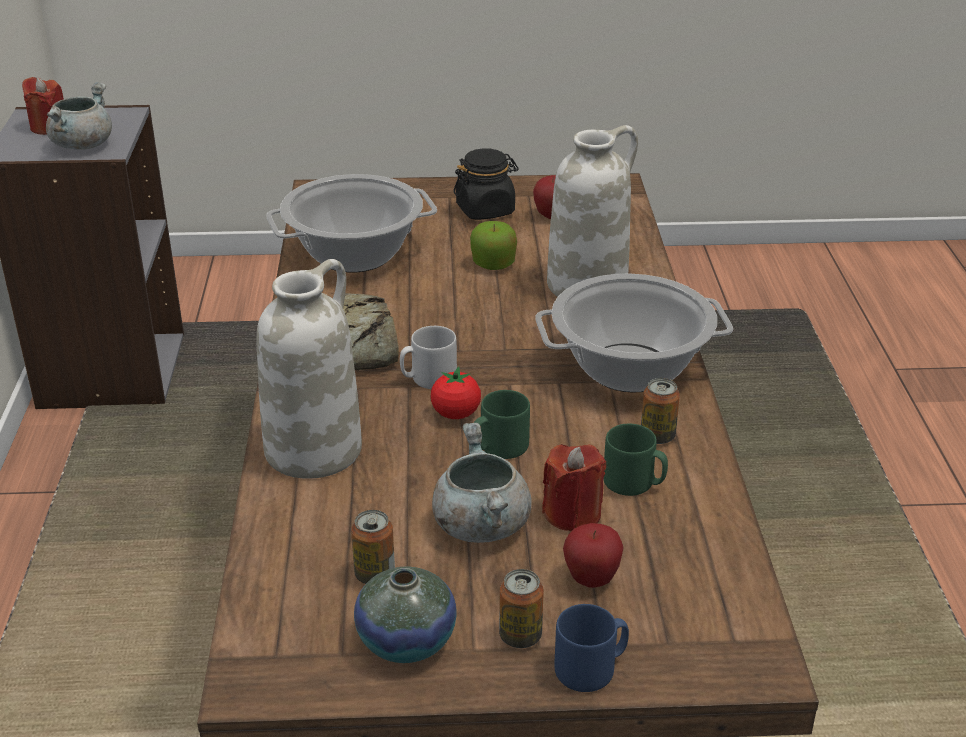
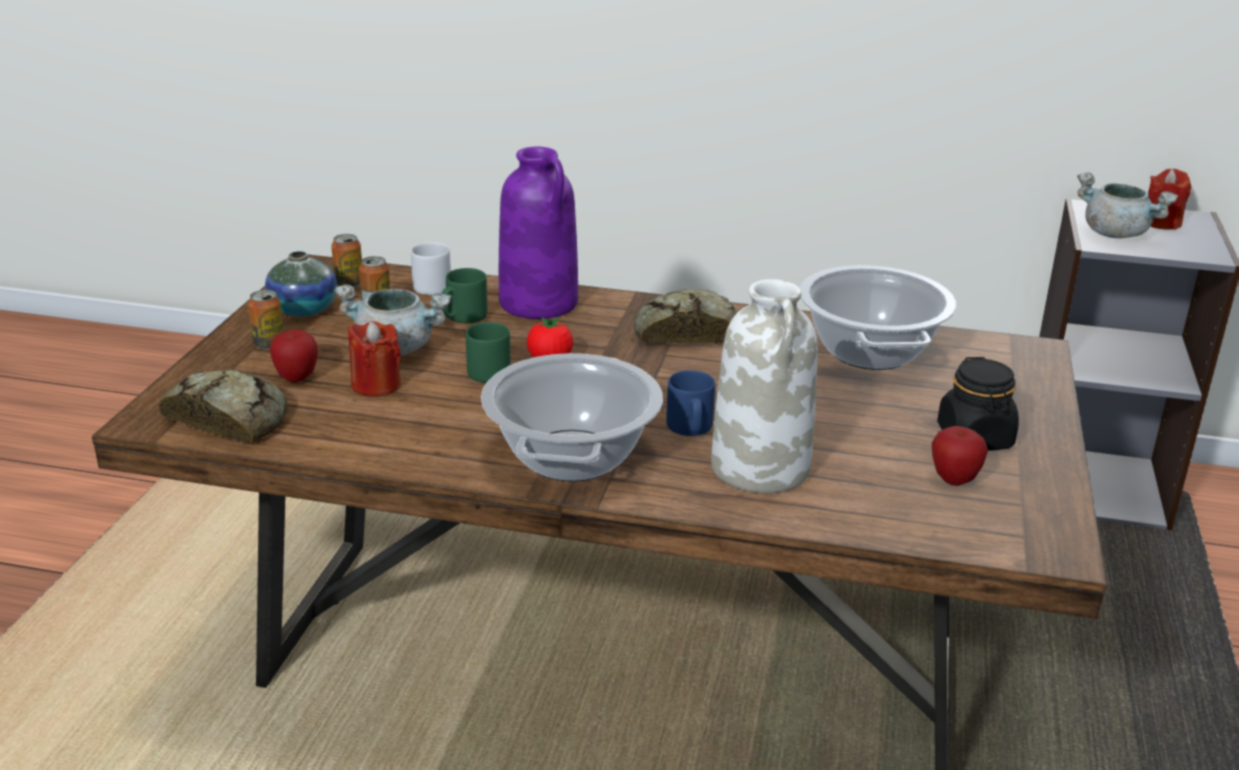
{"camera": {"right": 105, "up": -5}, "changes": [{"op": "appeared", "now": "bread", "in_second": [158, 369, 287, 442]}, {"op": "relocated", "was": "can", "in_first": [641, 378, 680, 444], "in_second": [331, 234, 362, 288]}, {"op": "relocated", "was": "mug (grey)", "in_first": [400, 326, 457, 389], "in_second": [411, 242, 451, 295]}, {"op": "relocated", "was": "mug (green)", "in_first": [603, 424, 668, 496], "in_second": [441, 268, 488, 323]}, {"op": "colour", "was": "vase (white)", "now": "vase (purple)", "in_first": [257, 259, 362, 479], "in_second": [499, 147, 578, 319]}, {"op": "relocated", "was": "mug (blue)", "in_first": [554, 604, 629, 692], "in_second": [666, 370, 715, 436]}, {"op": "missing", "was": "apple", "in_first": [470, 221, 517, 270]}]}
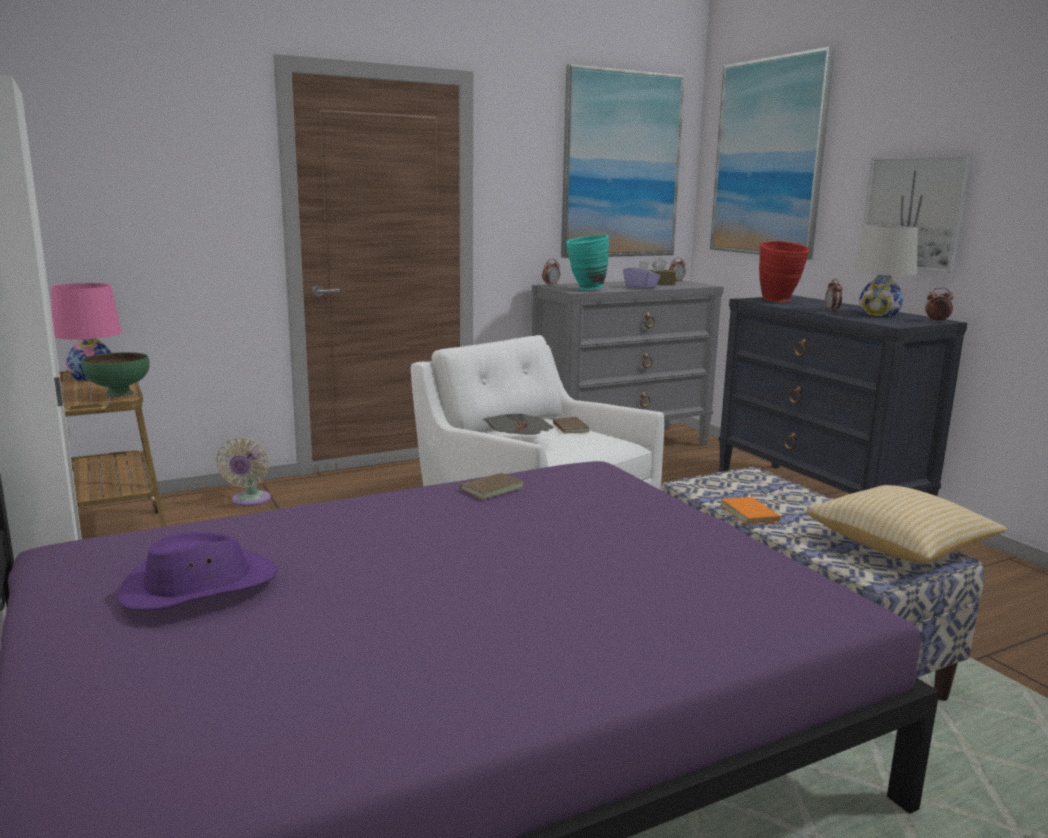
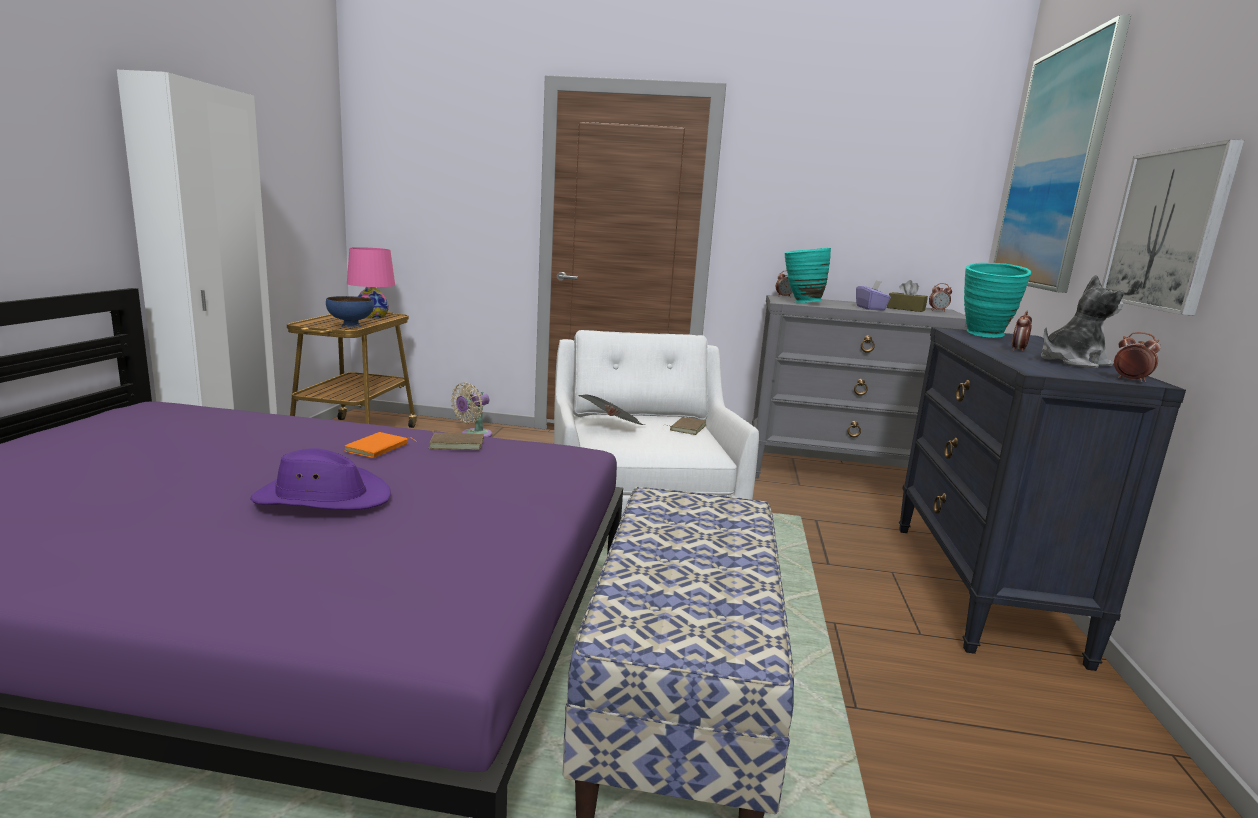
{"camera": {"right": 35, "up": 0}, "changes": [{"op": "relocated", "was": "hat (purple)", "in_first": [118, 532, 278, 611], "in_second": [250, 448, 391, 510]}, {"op": "colour", "was": "bowl (green)", "now": "bowl (blue)", "in_first": [82, 352, 150, 397], "in_second": [326, 296, 374, 328]}, {"op": "relocated", "was": "book (orange)", "in_first": [721, 495, 781, 524], "in_second": [345, 432, 417, 458]}, {"op": "colour", "was": "vase (red)", "now": "vase (turquoise)", "in_first": [759, 241, 810, 302], "in_second": [964, 263, 1031, 338]}, {"op": "exchanged", "was": "table lamp (white)", "now": "plush toy", "in_first": [853, 226, 918, 316], "in_second": [1041, 275, 1124, 368]}, {"op": "missing", "was": "picture", "in_first": [561, 64, 685, 258]}, {"op": "missing", "was": "pillow", "in_first": [807, 485, 1007, 563]}]}
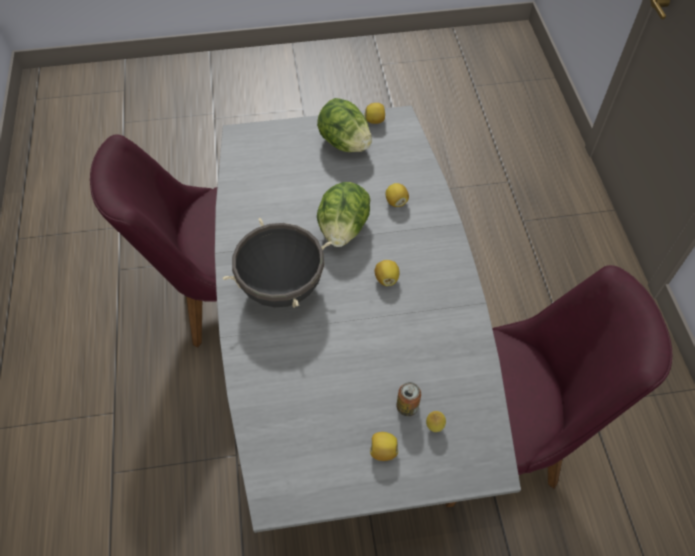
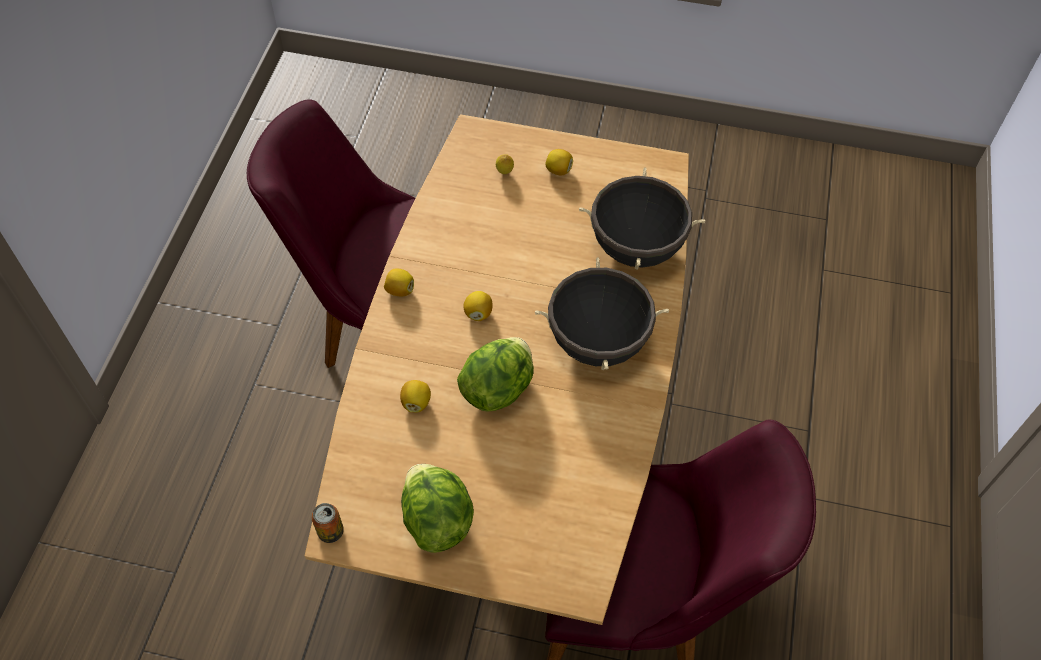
{"camera": {"right": -160, "up": 0}, "changes": [{"op": "colour", "was": "dining table (grey)", "now": "dining table (brown)", "in_first": [215, 105, 521, 533], "in_second": [305, 114, 689, 625]}, {"op": "relocated", "was": "can", "in_first": [396, 382, 421, 416], "in_second": [311, 503, 344, 543]}, {"op": "relocated", "was": "lemon", "in_first": [364, 103, 385, 124], "in_second": [384, 269, 414, 296]}, {"op": "appeared", "now": "cooking pot (black)", "in_second": [579, 168, 705, 270]}]}
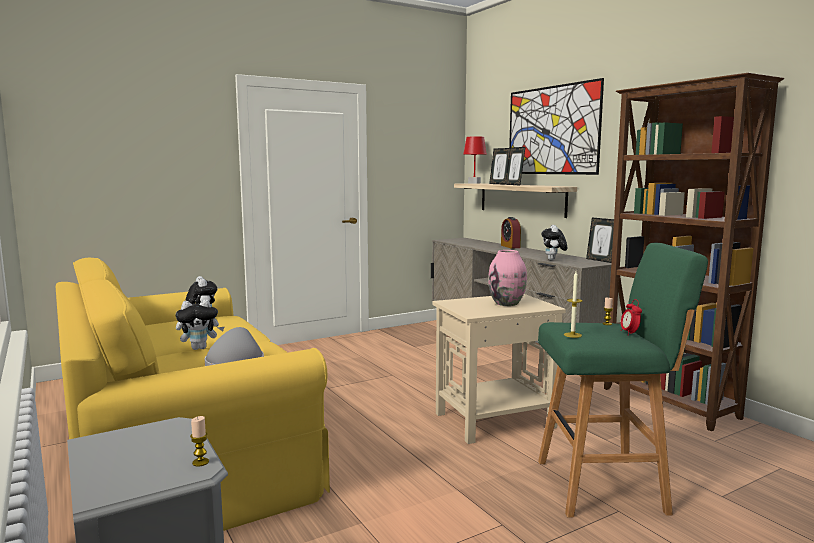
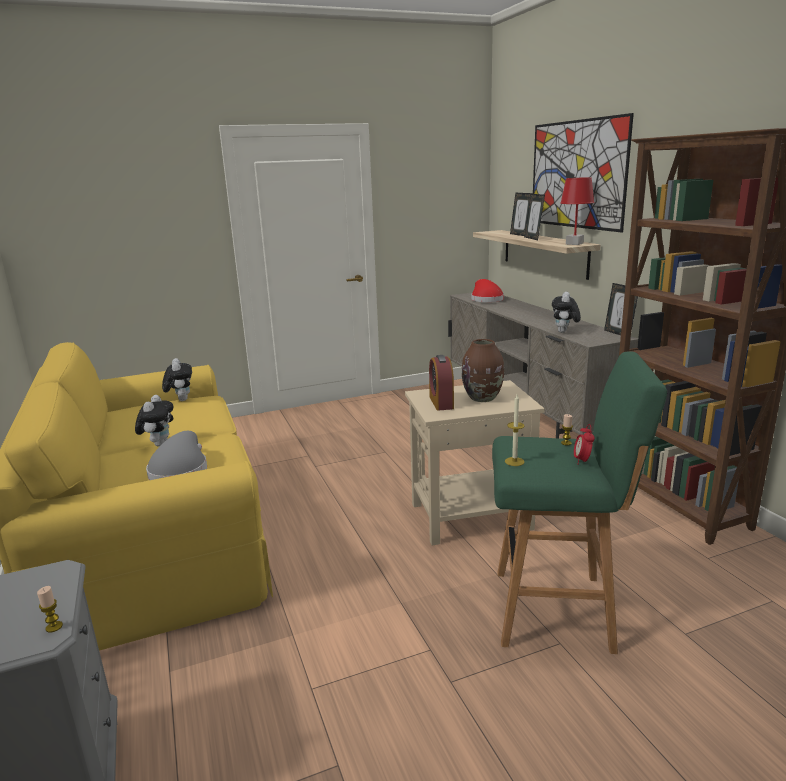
{"camera": {"right": 10, "up": 10}, "changes": [{"op": "spun", "was": "plush toy", "in_first": [175, 299, 224, 350], "in_second": [135, 395, 173, 447], "clockwise": -75}, {"op": "relocated", "was": "alarm clock", "in_first": [501, 217, 521, 248], "in_second": [429, 355, 454, 411]}, {"op": "colour", "was": "vase (pink)", "now": "vase (brown)", "in_first": [488, 250, 527, 306], "in_second": [462, 339, 504, 402]}, {"op": "appeared", "now": "hat (red)", "in_second": [471, 279, 504, 302]}, {"op": "relocated", "was": "table lamp (red)", "in_first": [463, 136, 487, 184], "in_second": [560, 177, 594, 245]}]}
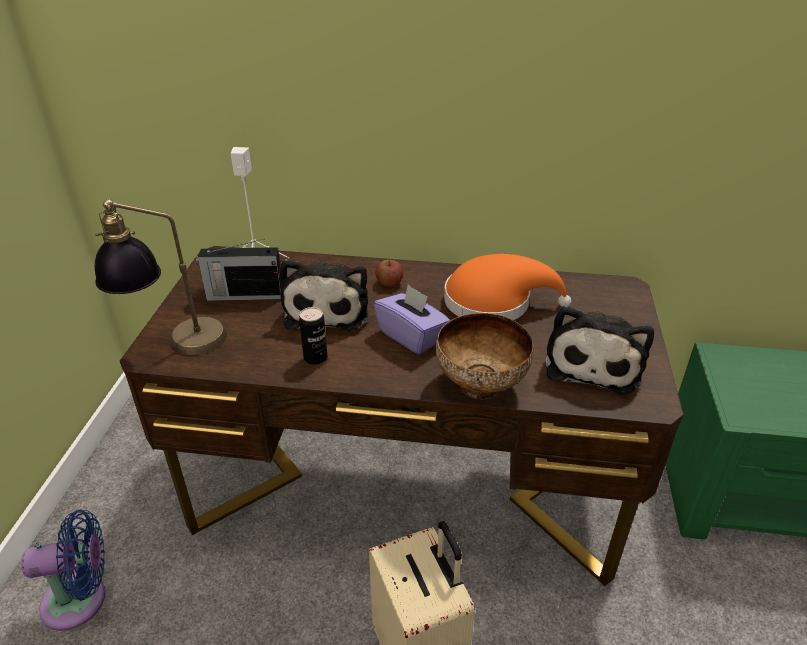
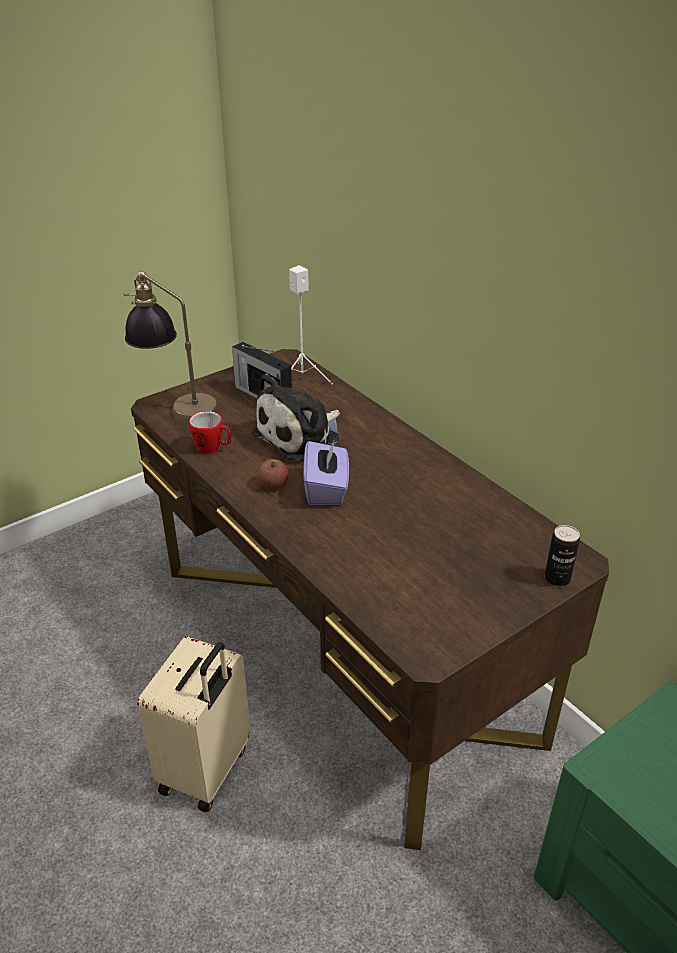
{"camera": {"right": 45, "up": 0}, "changes": [{"op": "appeared", "now": "mug", "in_second": [189, 411, 231, 453]}, {"op": "relocated", "was": "apple", "in_first": [375, 260, 403, 287], "in_second": [258, 459, 288, 489]}, {"op": "relocated", "was": "can", "in_first": [299, 307, 327, 365], "in_second": [545, 525, 580, 586]}, {"op": "missing", "was": "fan (blue)", "in_first": [21, 510, 106, 631]}, {"op": "missing", "was": "bowl", "in_first": [436, 313, 534, 399]}, {"op": "missing", "was": "hat (orange)", "in_first": [444, 254, 571, 320]}, {"op": "missing", "was": "plush toy", "in_first": [545, 305, 654, 395]}]}
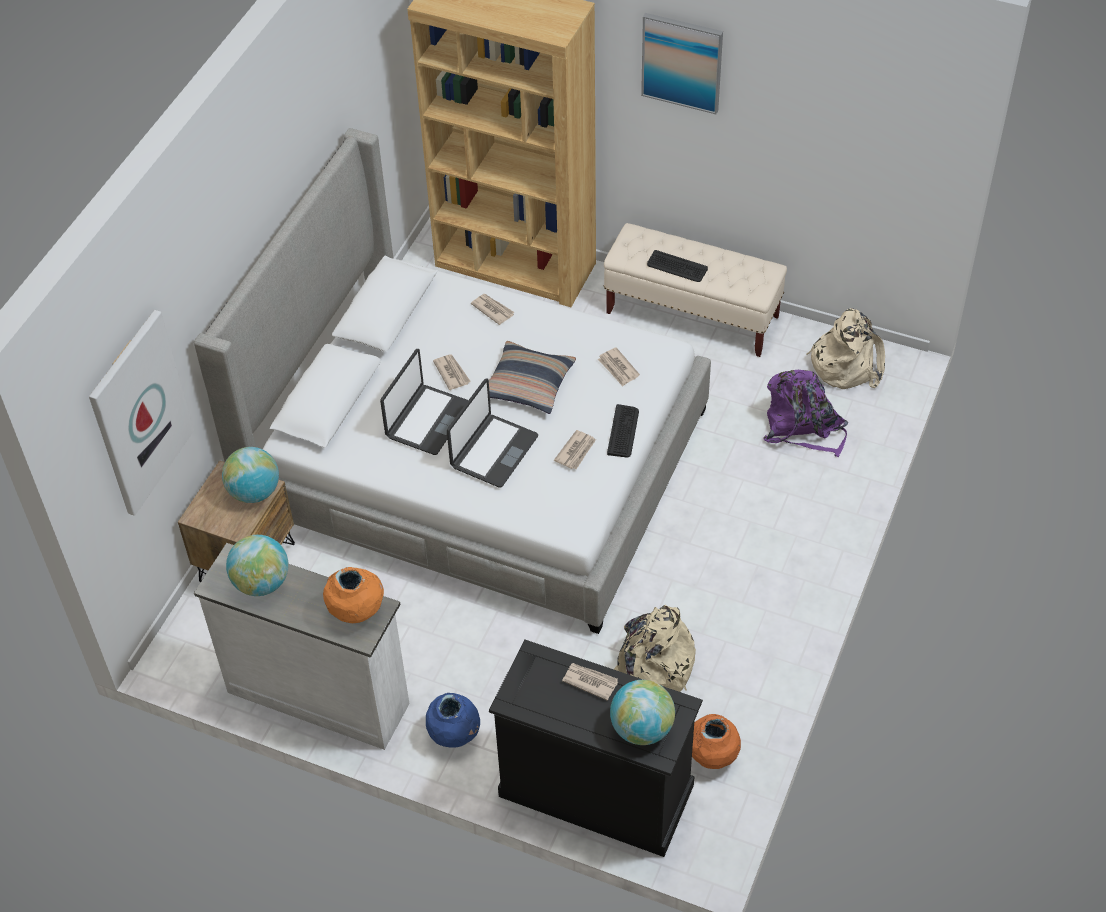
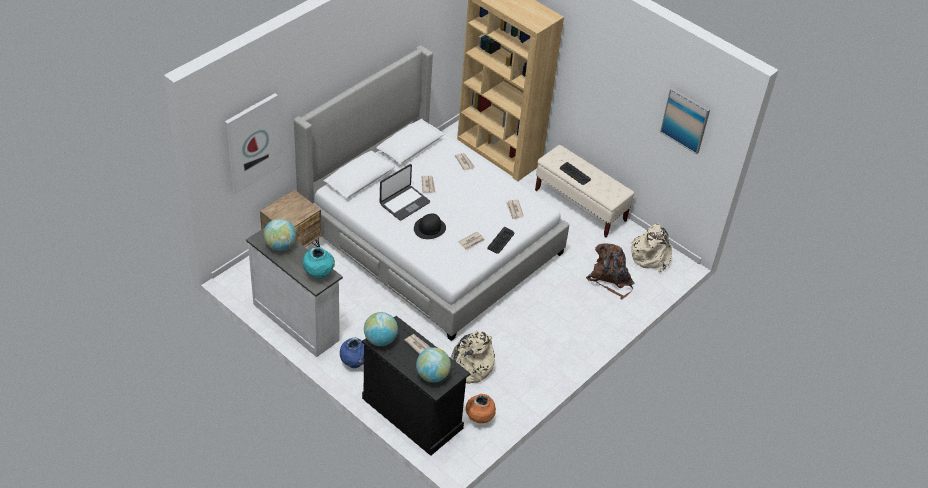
{"camera": {"right": 15, "up": -5}, "changes": [{"op": "colour", "was": "vase (orange)", "now": "vase (turquoise)", "in_first": [323, 567, 384, 623], "in_second": [303, 247, 335, 279]}, {"op": "relocated", "was": "globe", "in_first": [222, 447, 279, 503], "in_second": [364, 312, 398, 346]}, {"op": "exchanged", "was": "laptop", "now": "hat (black)", "in_first": [447, 378, 538, 488], "in_second": [414, 214, 446, 239]}, {"op": "colour", "was": "backpack (purple)", "now": "backpack (brown)", "in_first": [763, 370, 848, 457], "in_second": [586, 243, 634, 300]}, {"op": "relocated", "was": "picture", "in_first": [641, 13, 723, 114], "in_second": [660, 88, 710, 154]}, {"op": "missing", "was": "pillow", "in_first": [489, 341, 576, 414]}]}
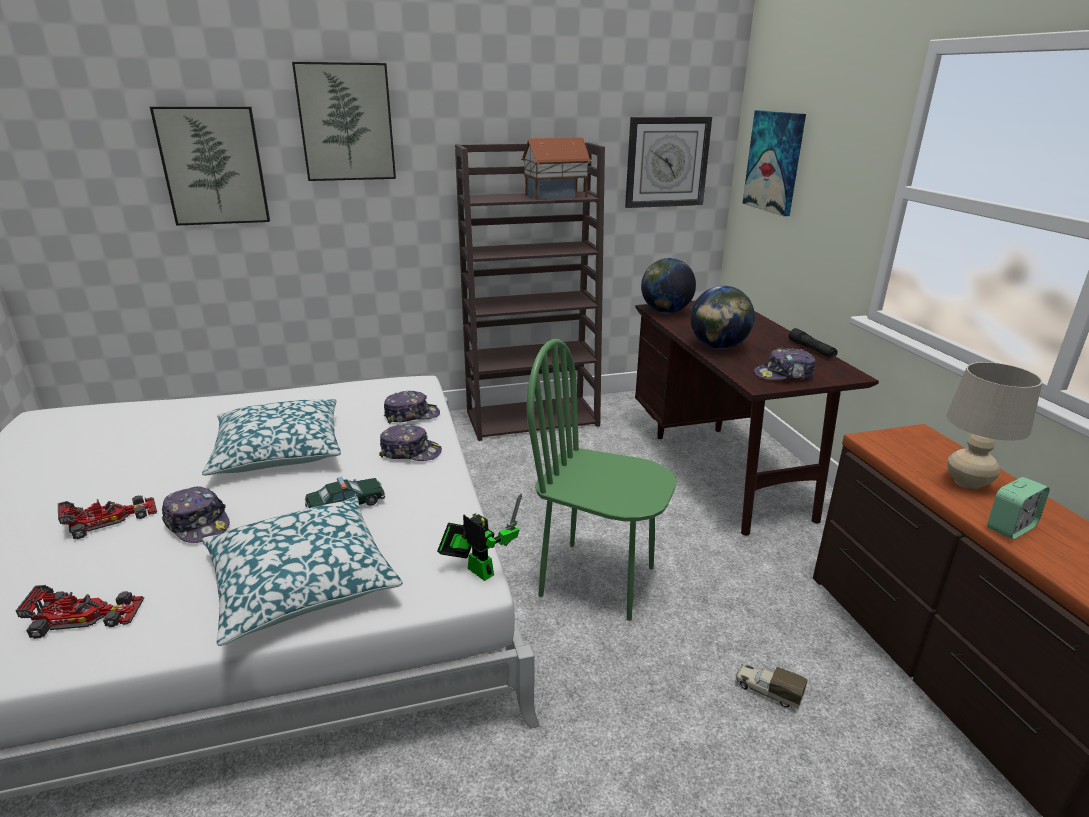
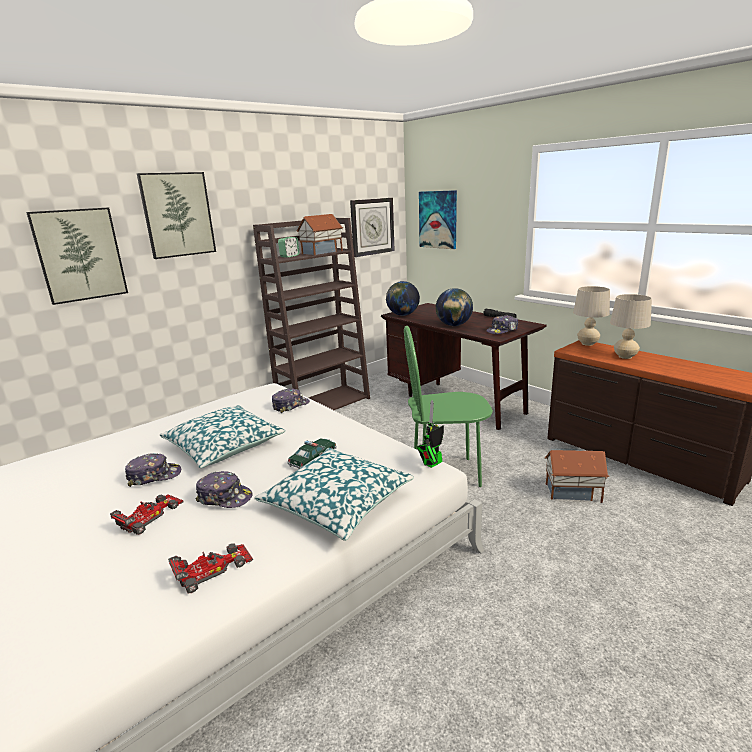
{"camera": {"right": -25, "up": -5}, "changes": [{"op": "relocated", "was": "cap", "in_first": [379, 424, 442, 461], "in_second": [125, 453, 181, 487]}, {"op": "relocated", "was": "alarm clock", "in_first": [987, 477, 1050, 540], "in_second": [278, 237, 300, 257]}, {"op": "spun", "was": "toy robot", "in_first": [437, 493, 522, 581], "in_second": [417, 400, 444, 468], "clockwise": -60}, {"op": "exchanged", "was": "toy truck", "now": "toy house", "in_first": [735, 664, 808, 709], "in_second": [545, 450, 609, 503]}, {"op": "appeared", "now": "table lamp (beige)", "in_second": [573, 286, 610, 346]}]}
